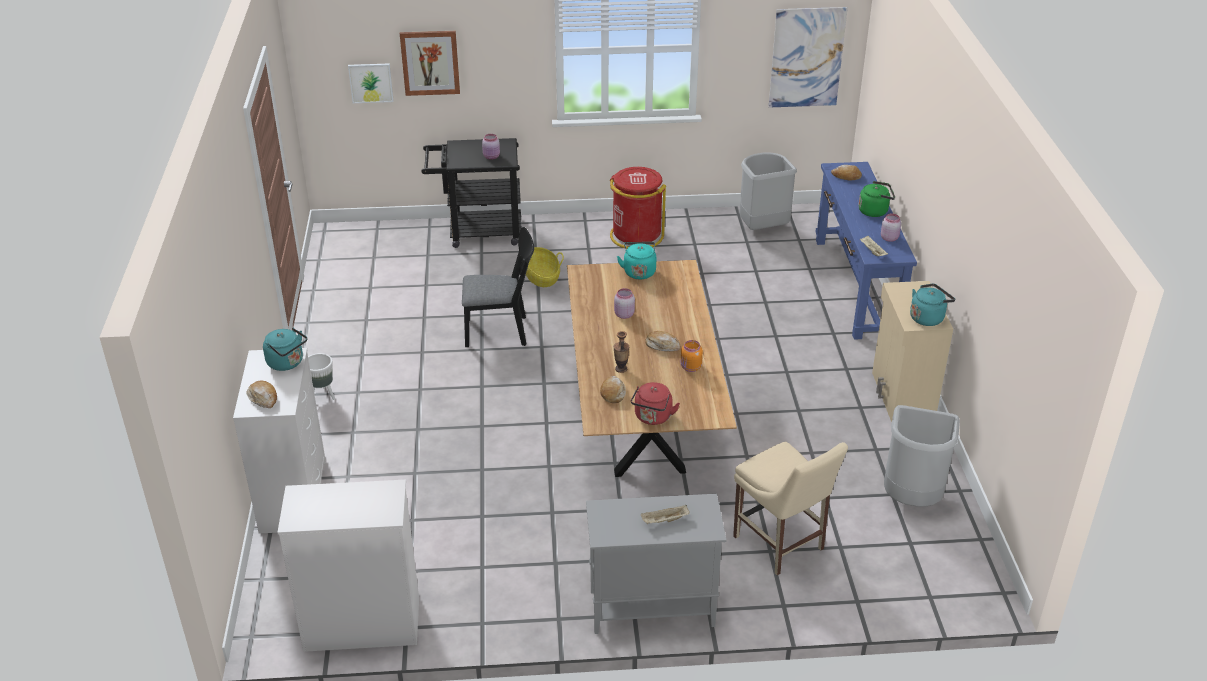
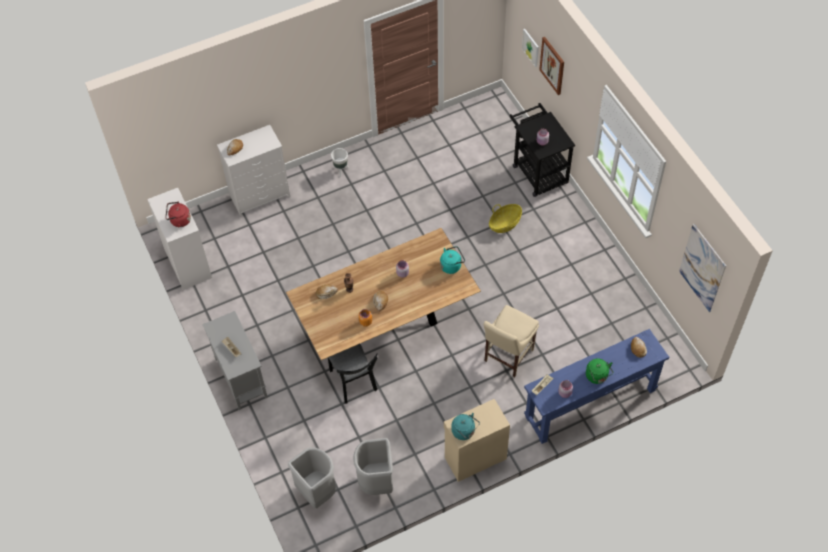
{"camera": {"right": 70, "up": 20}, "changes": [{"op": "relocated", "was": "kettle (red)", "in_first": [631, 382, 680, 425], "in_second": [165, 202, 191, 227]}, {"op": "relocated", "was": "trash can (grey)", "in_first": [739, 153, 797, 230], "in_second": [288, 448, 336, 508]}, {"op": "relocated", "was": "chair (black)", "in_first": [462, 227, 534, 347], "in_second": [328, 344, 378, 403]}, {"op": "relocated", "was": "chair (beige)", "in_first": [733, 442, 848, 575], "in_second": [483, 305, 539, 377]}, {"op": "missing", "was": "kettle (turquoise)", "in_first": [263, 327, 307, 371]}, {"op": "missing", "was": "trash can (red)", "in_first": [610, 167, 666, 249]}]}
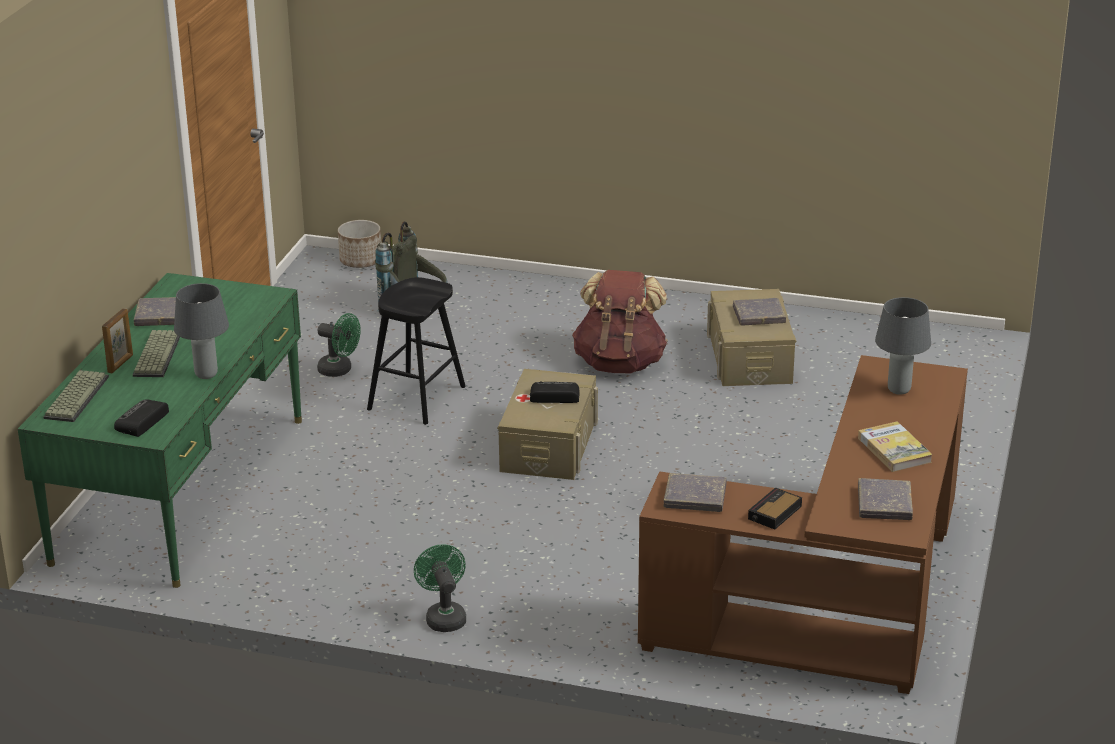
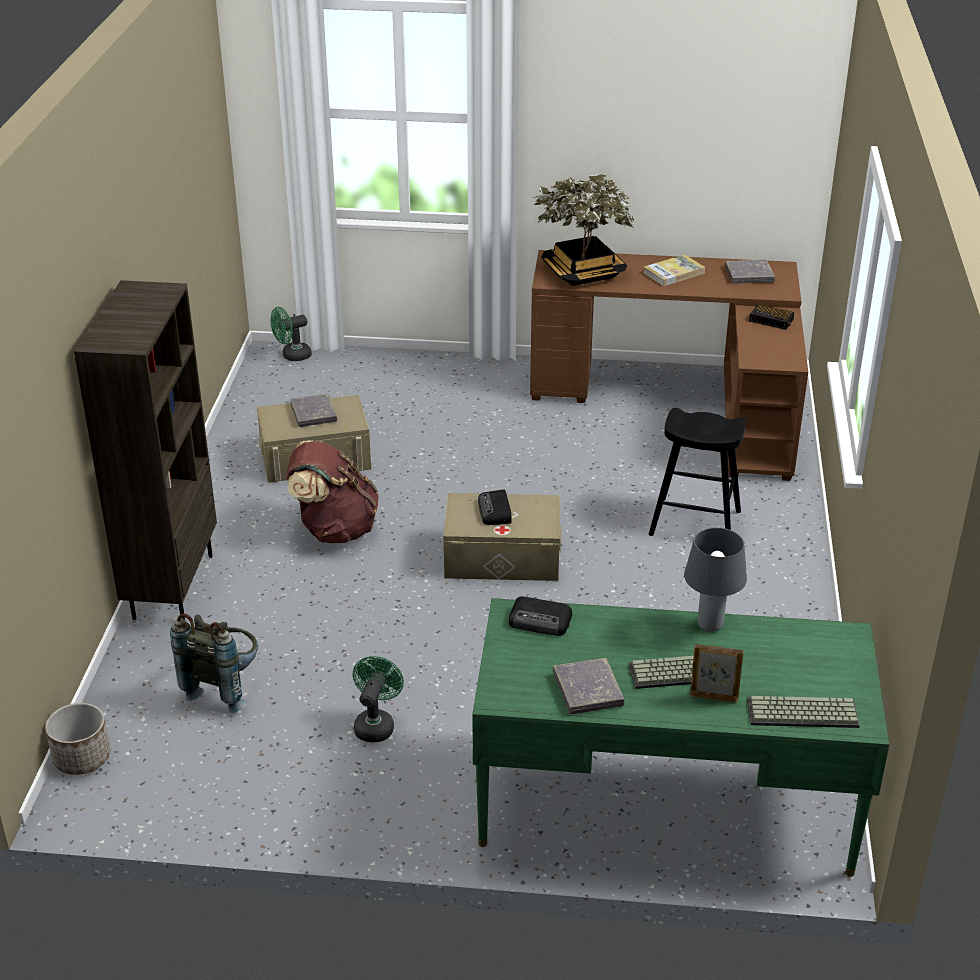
{"camera": {"right": -100, "up": 5}, "changes": [{"op": "appeared", "now": "bookcase (brown)", "in_second": [74, 280, 217, 620]}, {"op": "relocated", "was": "fan (green)", "in_first": [414, 544, 466, 632], "in_second": [270, 307, 312, 361]}, {"op": "relocated", "was": "radio", "in_first": [114, 399, 169, 437], "in_second": [509, 596, 572, 636]}, {"op": "exchanged", "was": "table lamp (grey)", "now": "potted plant", "in_first": [875, 297, 931, 395], "in_second": [532, 174, 634, 286]}, {"op": "relocated", "was": "stool (black)", "in_first": [367, 277, 466, 425], "in_second": [649, 408, 746, 536]}, {"op": "missing", "was": "book (grey)", "in_first": [664, 473, 727, 512]}]}
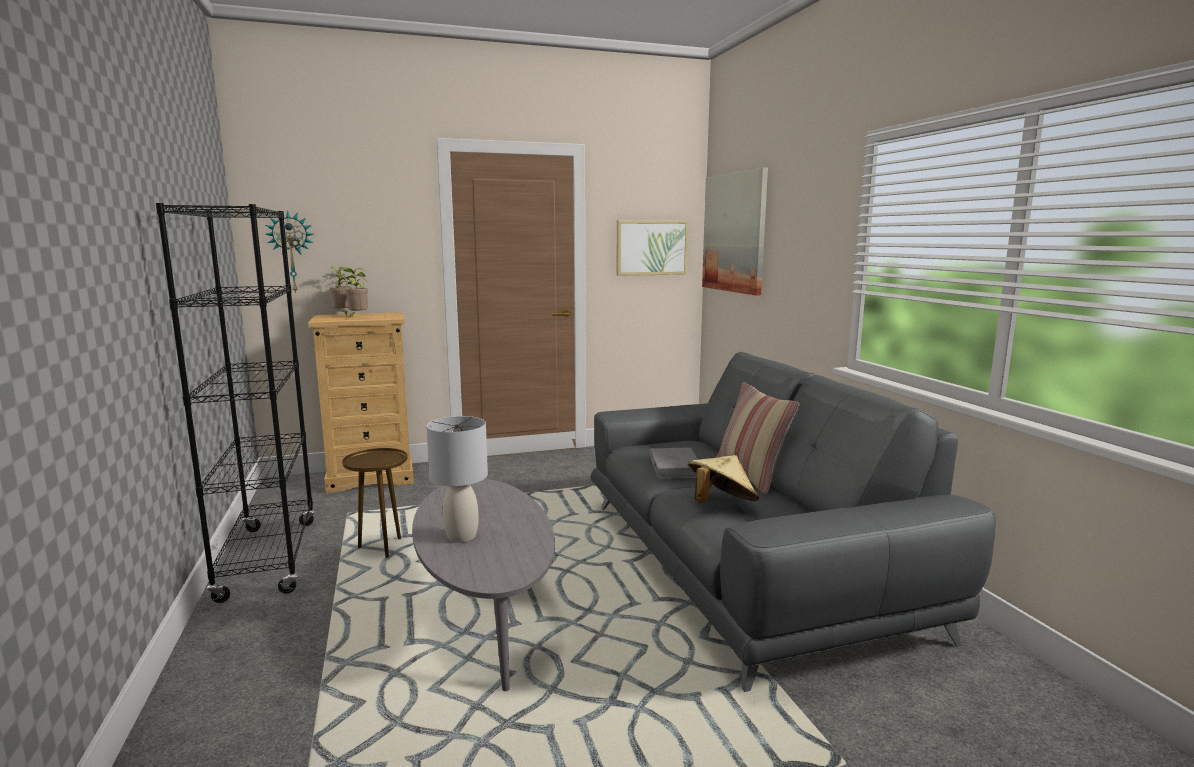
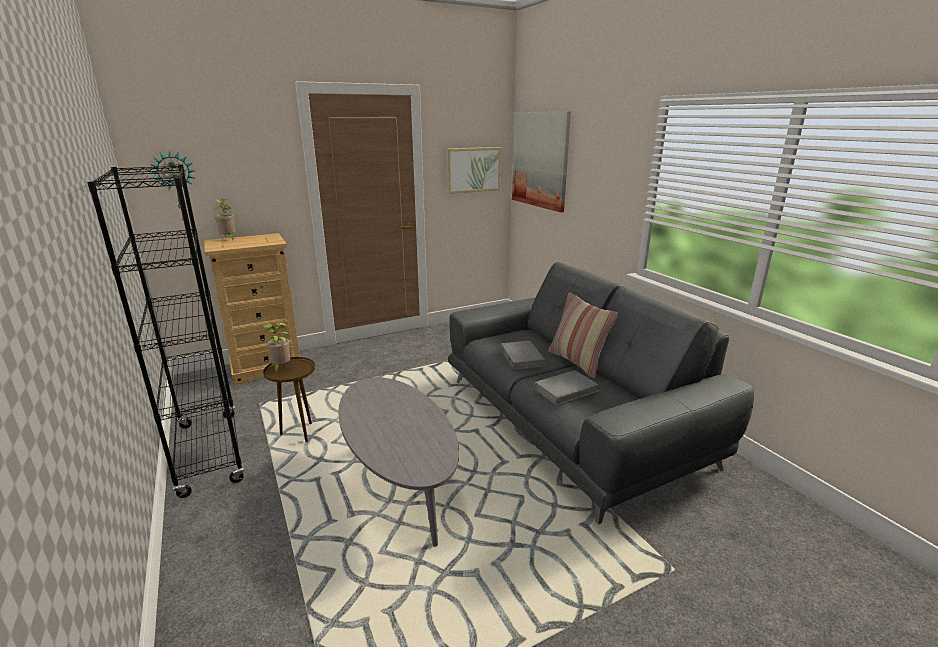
{"camera": {"right": -10, "up": 10}, "changes": [{"op": "relocated", "was": "potted plant", "in_first": [341, 267, 368, 318], "in_second": [262, 322, 290, 373]}, {"op": "exchanged", "was": "hat (beige)", "now": "book (grey)", "in_first": [688, 455, 759, 503], "in_second": [534, 370, 599, 406]}, {"op": "missing", "was": "table lamp (grey)", "in_first": [426, 416, 488, 542]}]}
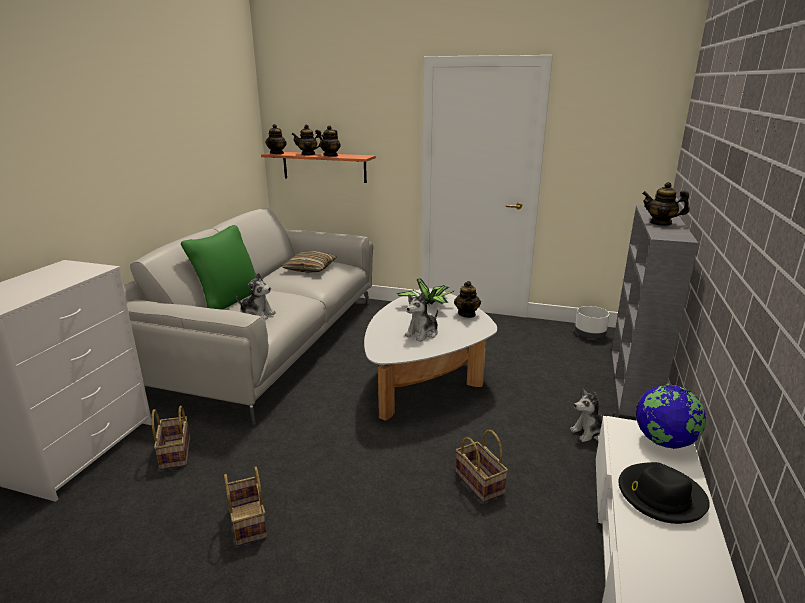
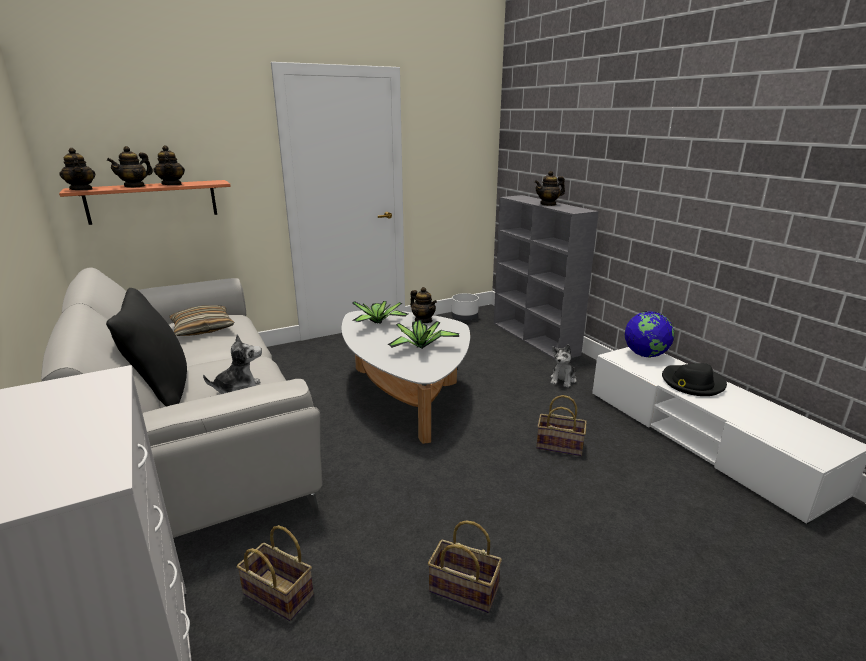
{"camera": {"right": -45, "up": 0}, "changes": [{"op": "colour", "was": "pillow (green)", "now": "pillow (black)", "in_first": [181, 225, 257, 310], "in_second": [106, 288, 187, 407]}, {"op": "exchanged", "was": "plush toy", "now": "potted plant", "in_first": [405, 293, 438, 342], "in_second": [388, 320, 459, 348]}]}
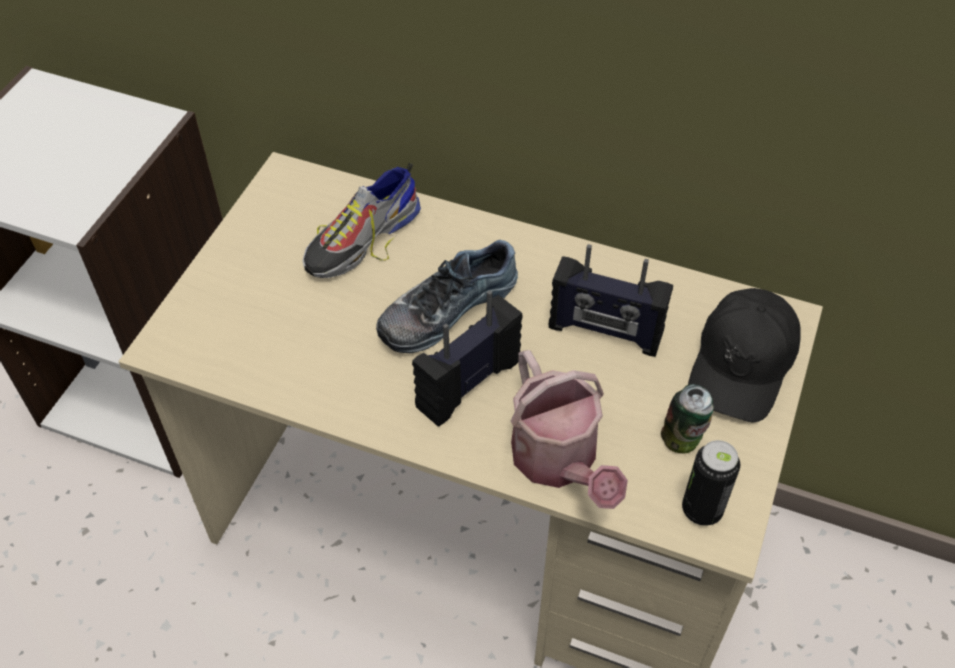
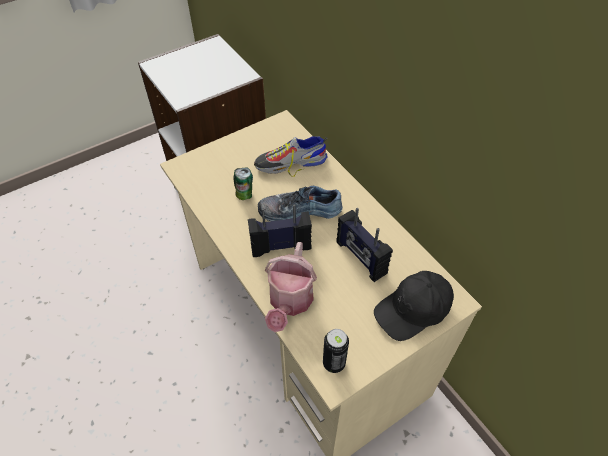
{"camera": {"right": 35, "up": 0}, "changes": [{"op": "relocated", "was": "can", "in_first": [661, 384, 714, 453], "in_second": [233, 167, 253, 200]}]}
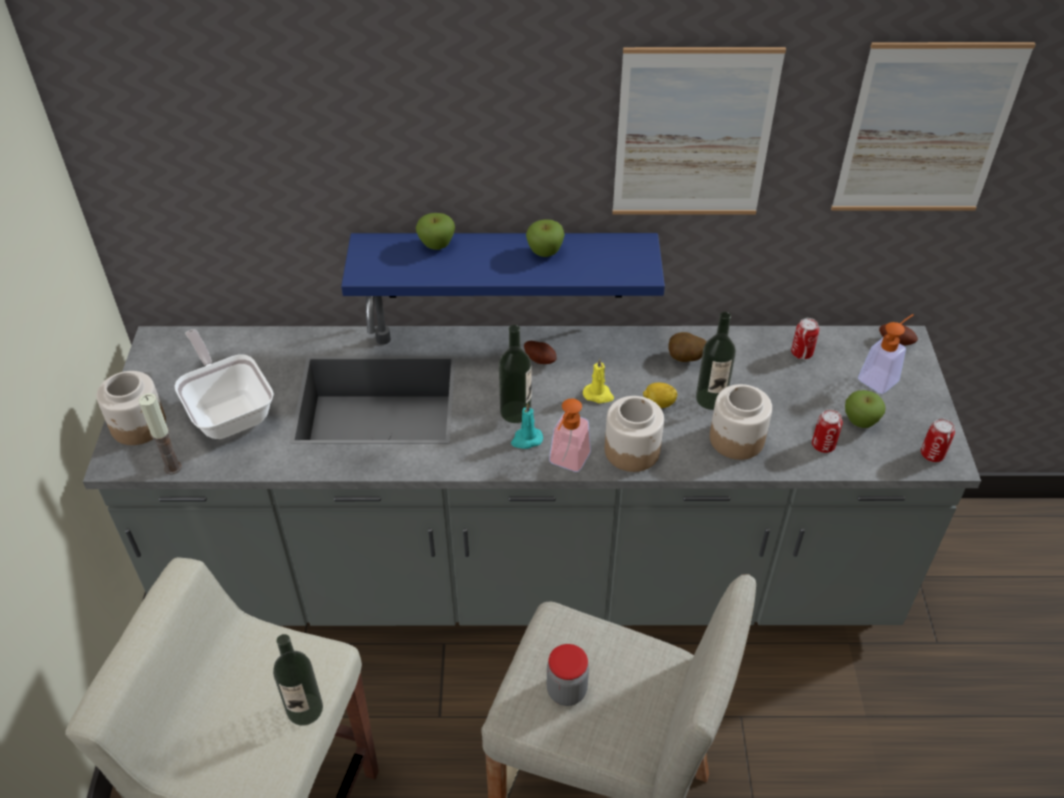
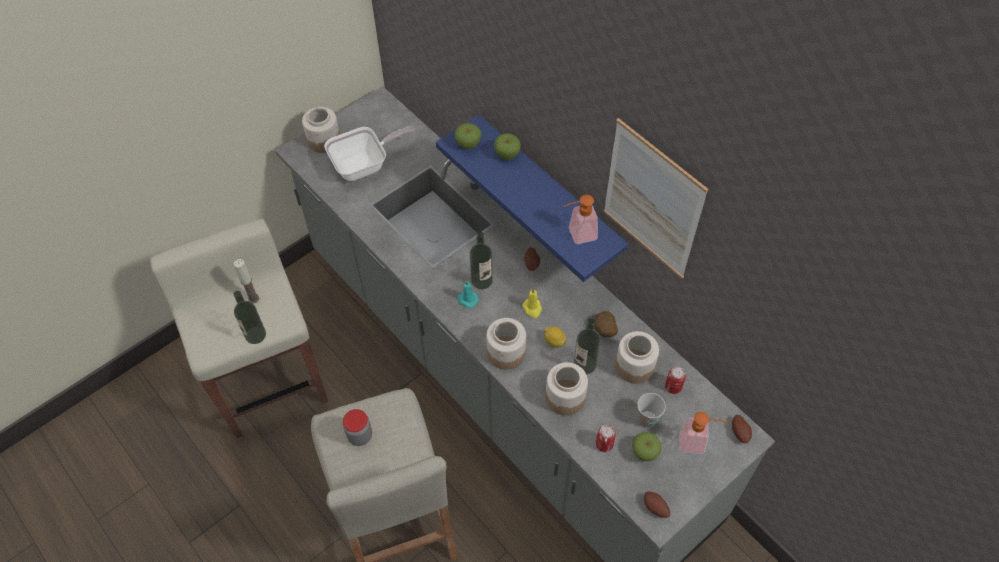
{"camera": {"right": 50, "up": 10}, "changes": [{"op": "relocated", "was": "candle", "in_first": [139, 393, 182, 475], "in_second": [234, 259, 259, 303]}, {"op": "spun", "was": "frying pan", "in_first": [174, 329, 274, 439], "in_second": [324, 126, 416, 181], "clockwise": 45}, {"op": "relocated", "was": "apple", "in_first": [526, 219, 565, 257], "in_second": [454, 123, 481, 150]}, {"op": "relocated", "was": "soap dispenser", "in_first": [549, 398, 591, 472], "in_second": [563, 195, 598, 244]}, {"op": "appeared", "now": "jar", "in_second": [615, 331, 659, 384]}, {"op": "appeared", "now": "cup", "in_second": [637, 393, 666, 428]}, {"op": "exchanged", "was": "can", "now": "potato", "in_first": [921, 418, 955, 462], "in_second": [644, 492, 670, 518]}, {"op": "missing", "was": "picture", "in_first": [831, 42, 1036, 211]}]}
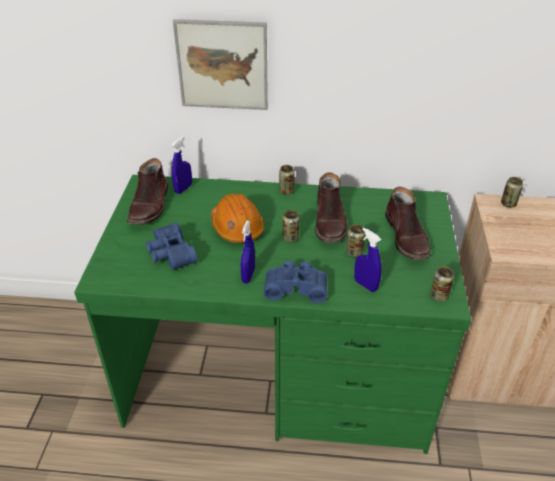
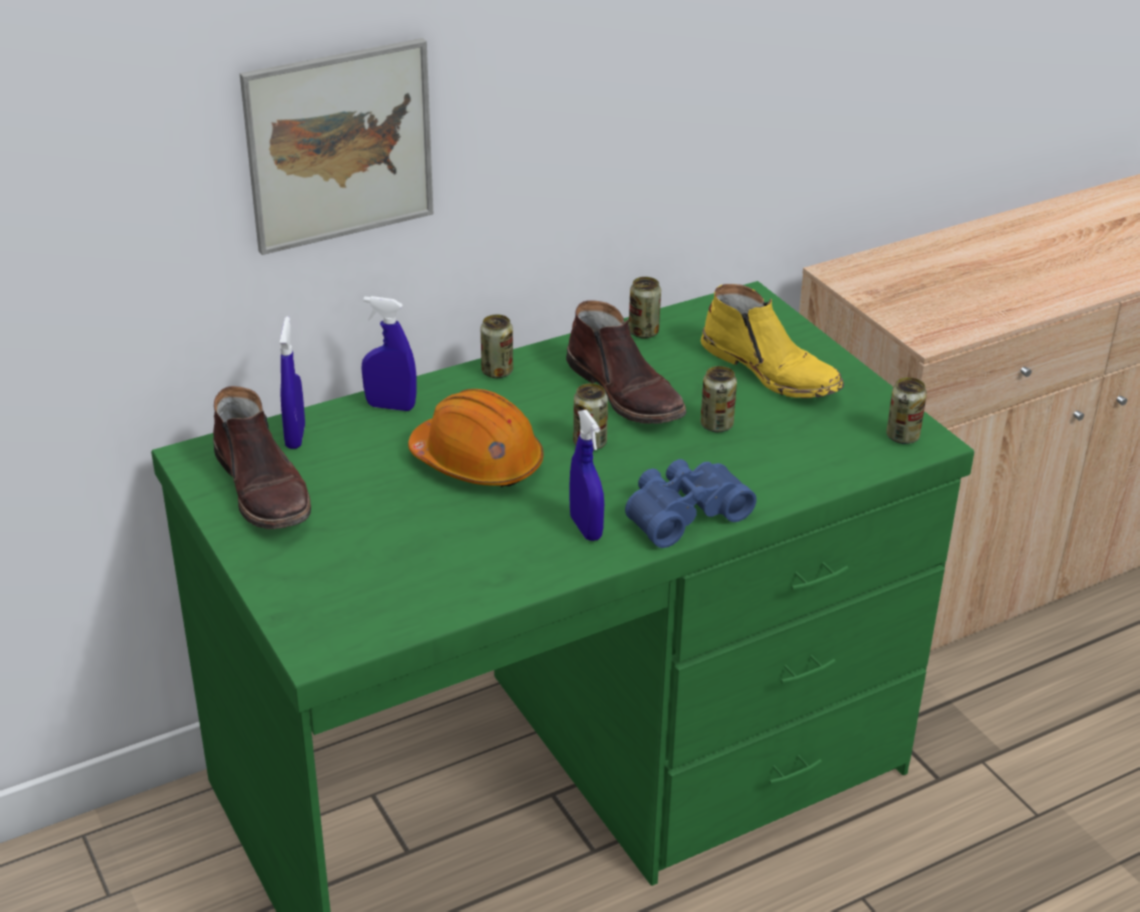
{"camera": {"right": -35, "up": -5}, "changes": [{"op": "relocated", "was": "spray bottle (blue)", "in_first": [354, 228, 382, 292], "in_second": [361, 296, 417, 411]}, {"op": "relocated", "was": "can", "in_first": [501, 177, 523, 208], "in_second": [629, 277, 661, 339]}, {"op": "colour", "was": "boot (brown)", "now": "boot (yellow)", "in_first": [385, 187, 431, 260], "in_second": [701, 284, 844, 398]}, {"op": "missing", "was": "binoculars (blue)", "in_first": [146, 222, 197, 270]}]}
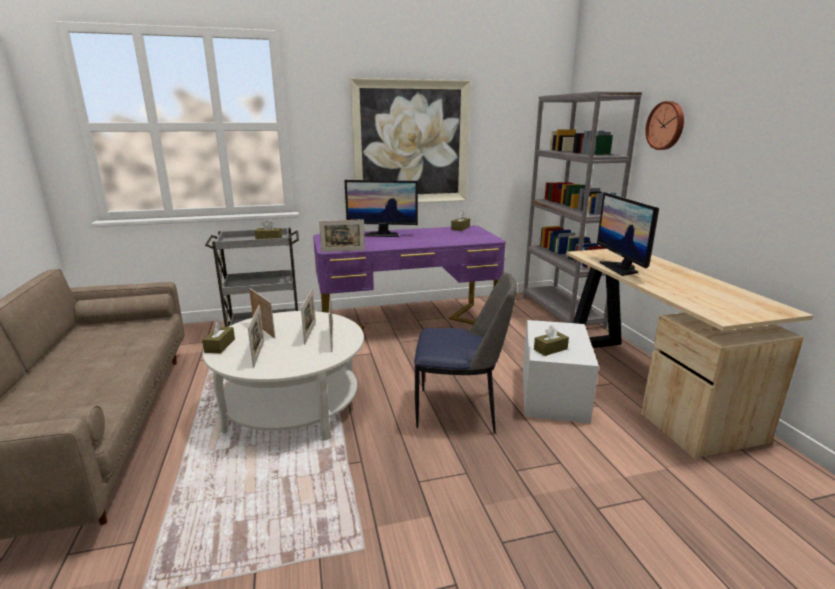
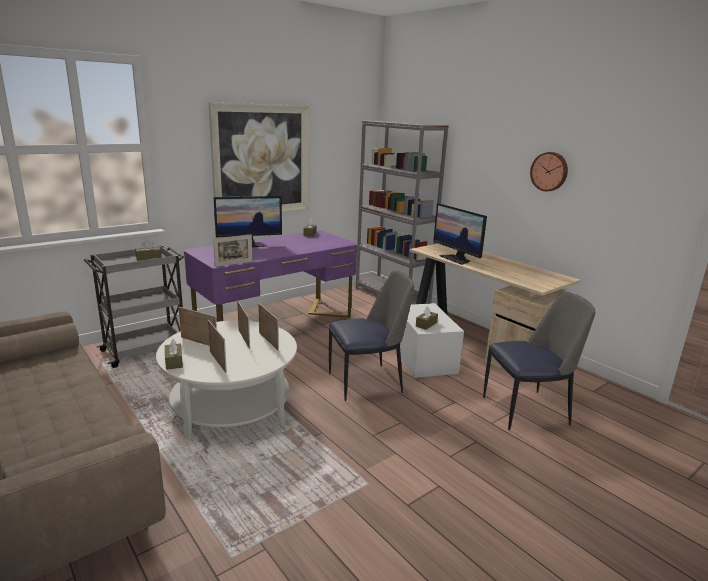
{"camera": {"right": -25, "up": 0}, "changes": [{"op": "appeared", "now": "chair", "in_second": [483, 292, 595, 430]}, {"op": "relocated", "was": "wall clock", "in_first": [646, 101, 684, 150], "in_second": [530, 152, 568, 191]}]}
